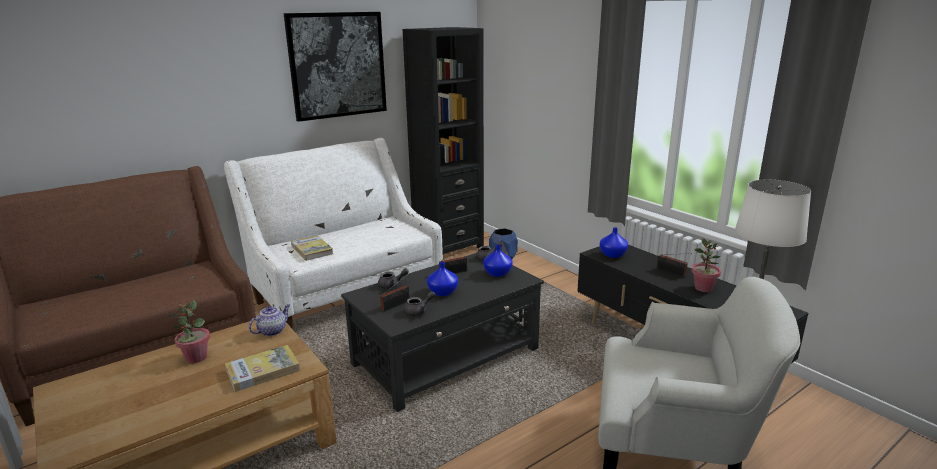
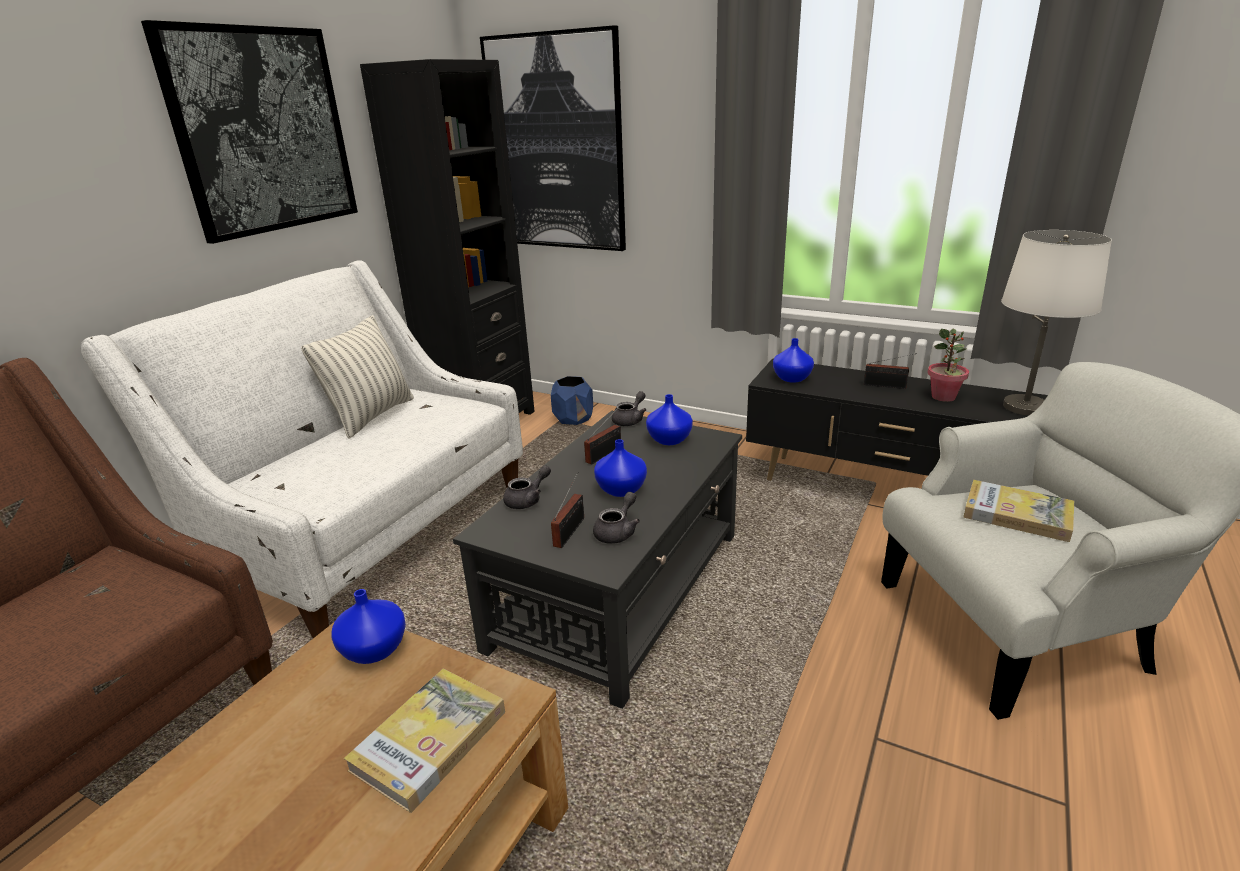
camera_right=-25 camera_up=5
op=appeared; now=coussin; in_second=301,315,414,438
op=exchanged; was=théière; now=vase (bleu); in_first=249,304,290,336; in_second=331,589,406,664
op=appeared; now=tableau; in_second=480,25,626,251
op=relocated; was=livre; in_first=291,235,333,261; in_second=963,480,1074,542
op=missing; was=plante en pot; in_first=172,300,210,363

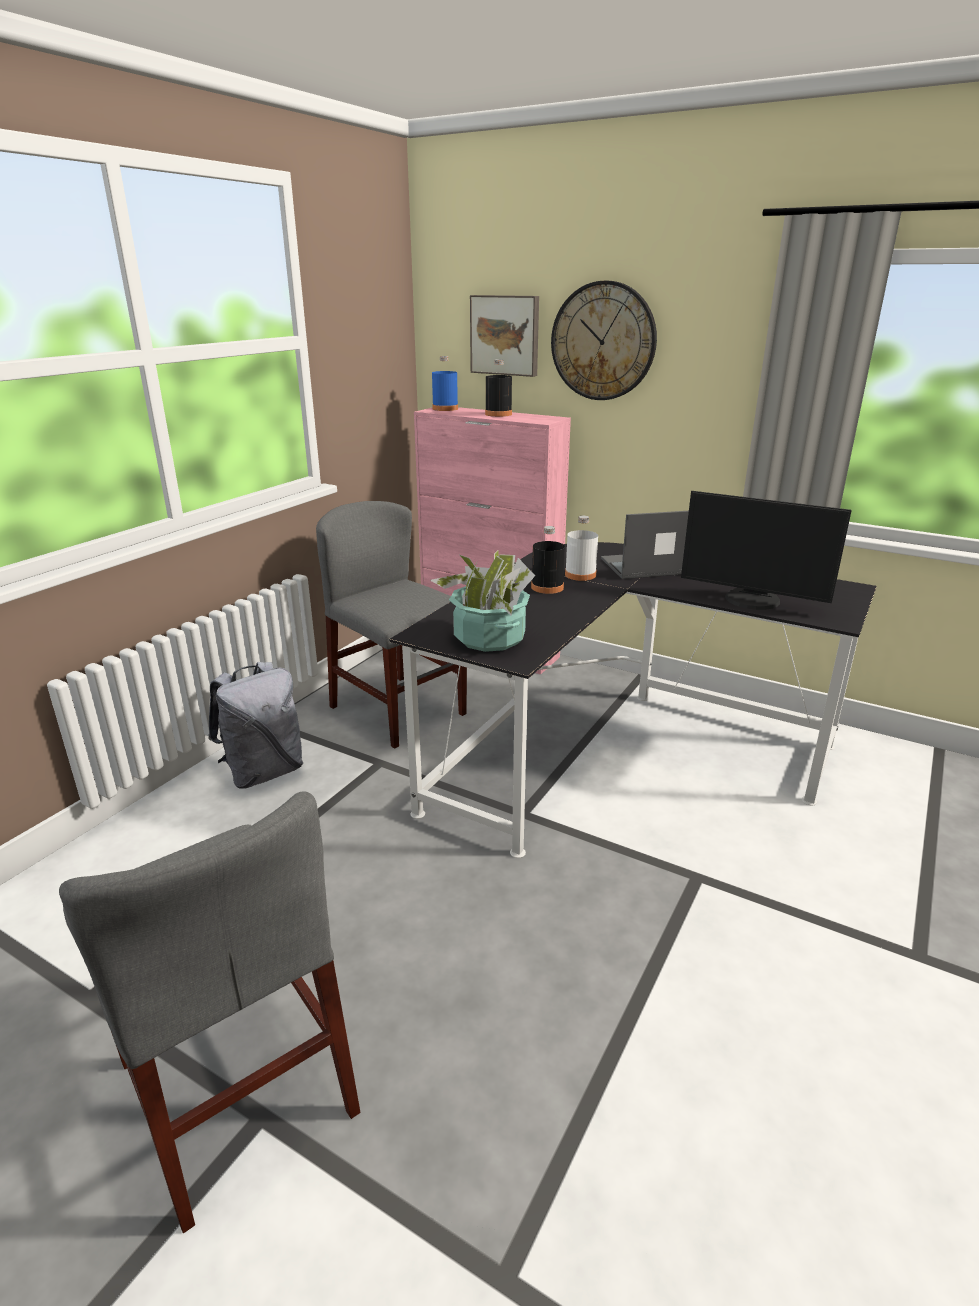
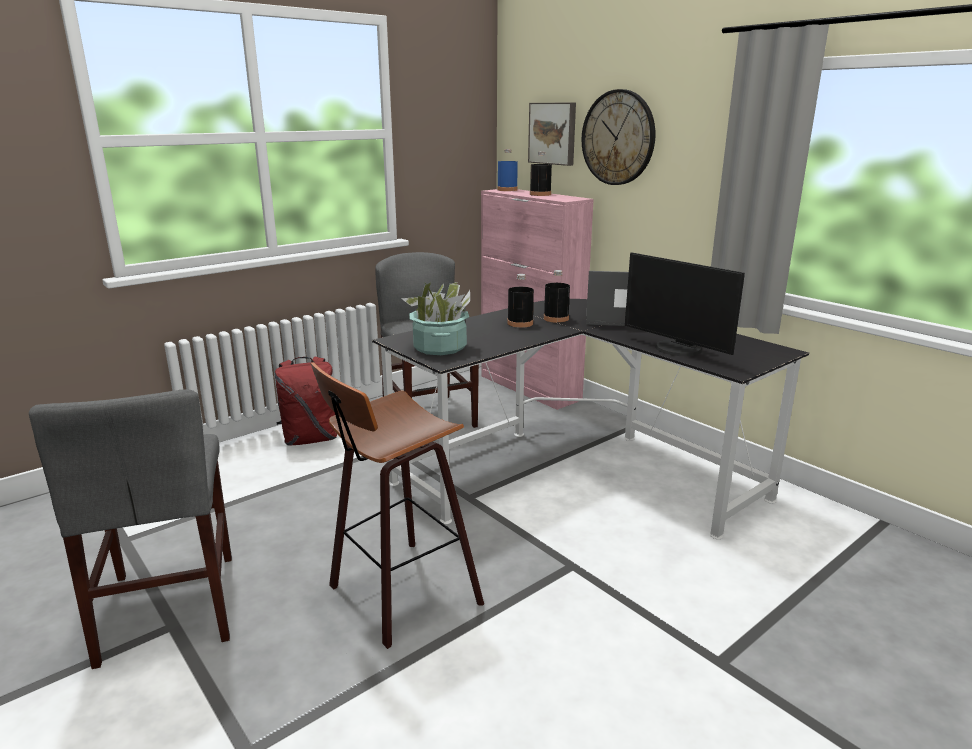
camera_right=20 camera_up=-5
op=colour; was=sac à dos (gris); now=sac à dos (rouge); in_first=208,662,303,789; in_second=275,357,337,446
op=appeared; now=tabouret; in_second=310,362,484,649
op=colour; was=bouteille (blanc); now=bouteille (noir); in_first=565,516,598,581; in_second=544,270,570,323

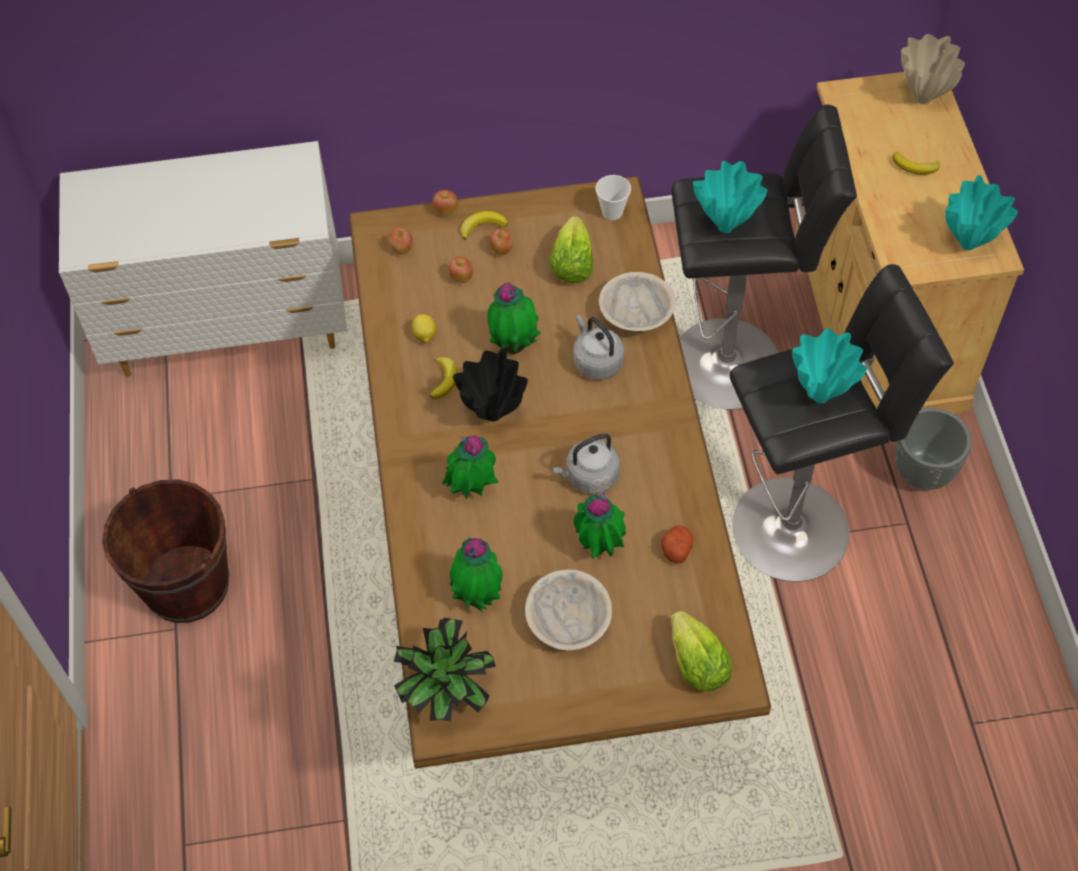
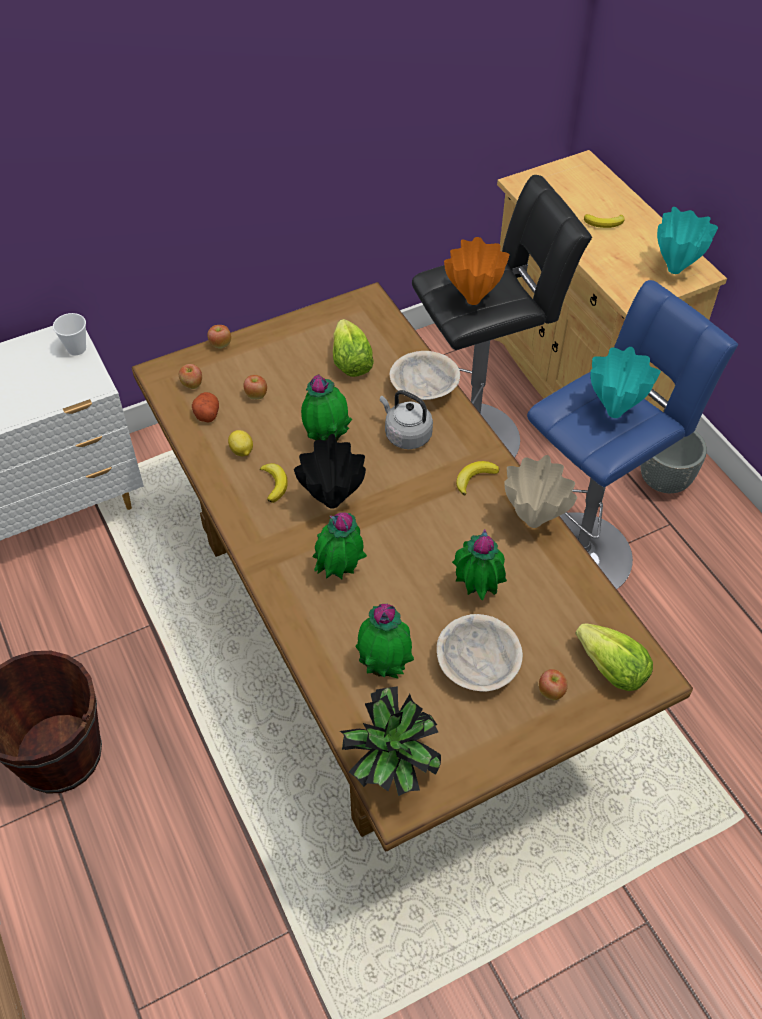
camera_right=-20 camera_up=-5
op=relocated; was=tasse; in_first=595,175,631,220; in_second=53,313,86,355
op=relocated; was=pomme de terre; in_first=661,525,693,564; in_second=192,392,219,422
op=colour; was=vase (turquoise); now=vase (orange); in_first=693,161,768,233; in_second=444,237,510,305
op=relocated; was=banane; in_first=461,211,508,240; in_second=456,461,499,496
op=relocated; was=vase (beige); in_first=901,34,965,104; in_second=504,455,577,528
op=colour; was=tabouret (noir); now=tabouret (bleu); in_first=730,264,954,582; in_second=527,280,738,589
op=relocated; was=pomme; in_first=489,228,513,256; in_second=539,669,568,700
op=missing; was=bouilloire (gris); in_first=552,433,620,494

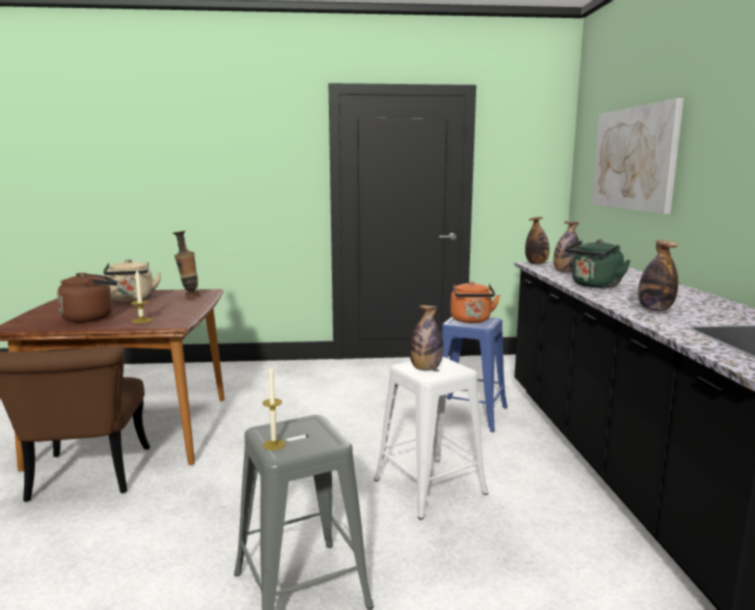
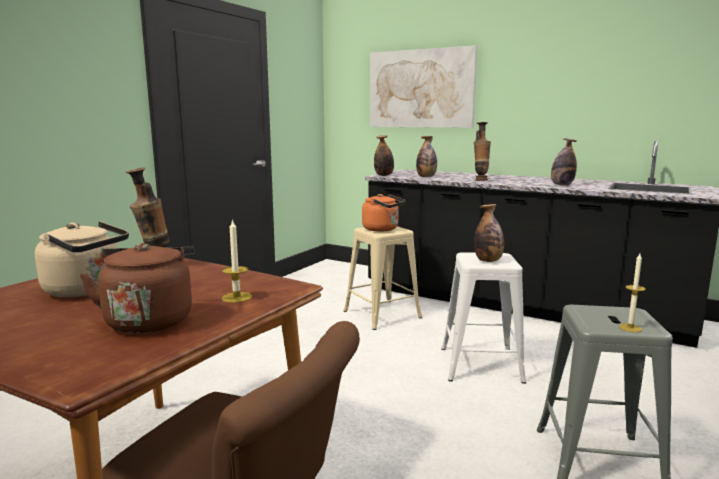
camera_right=-55 camera_up=0
op=colour; was=tabouret (bleu); now=tabouret (beige); in_first=441,317,507,432; in_second=344,226,422,330
op=exchanged; was=bouilloire (vert); now=vase; in_first=565,239,631,288; in_second=474,122,491,181

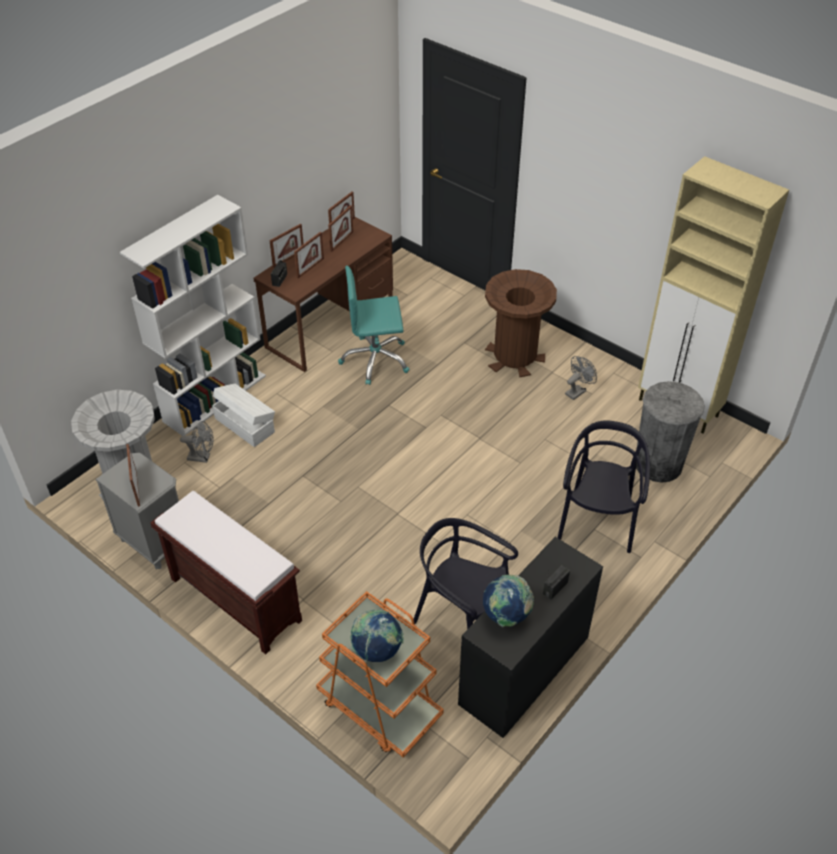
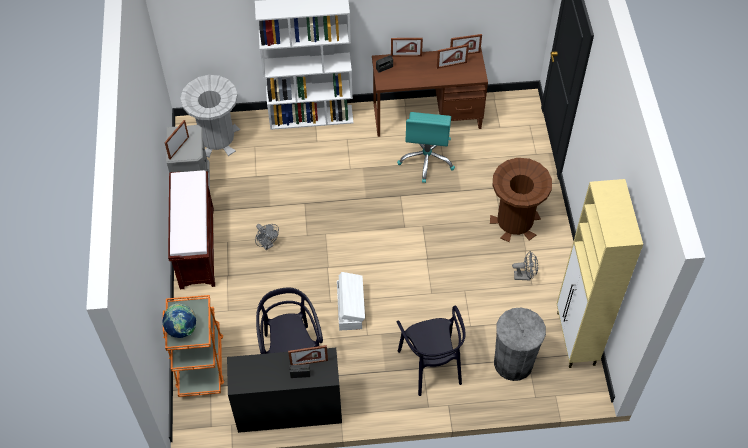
camera_right=45 camera_up=10
op=relocated; was=ventilateur (gris); in_first=180,421,213,463; in_second=255,224,279,250
op=relocated; was=cadre photo; in_first=294,232,324,279; in_second=288,345,328,365
op=relocated; was=boîte de rangement (blanc); in_first=212,384,275,447; in_second=337,272,365,330
op=spun; was=chaise de bureau (turquoise); in_first=338,266,410,385; in_second=397,112,455,183; clockwise=-120
op=spun; was=chaise (noir); in_first=557,420,650,553; in_second=397,306,466,396; clockwise=105
op=missing; was=globe; in_first=483,575,534,627

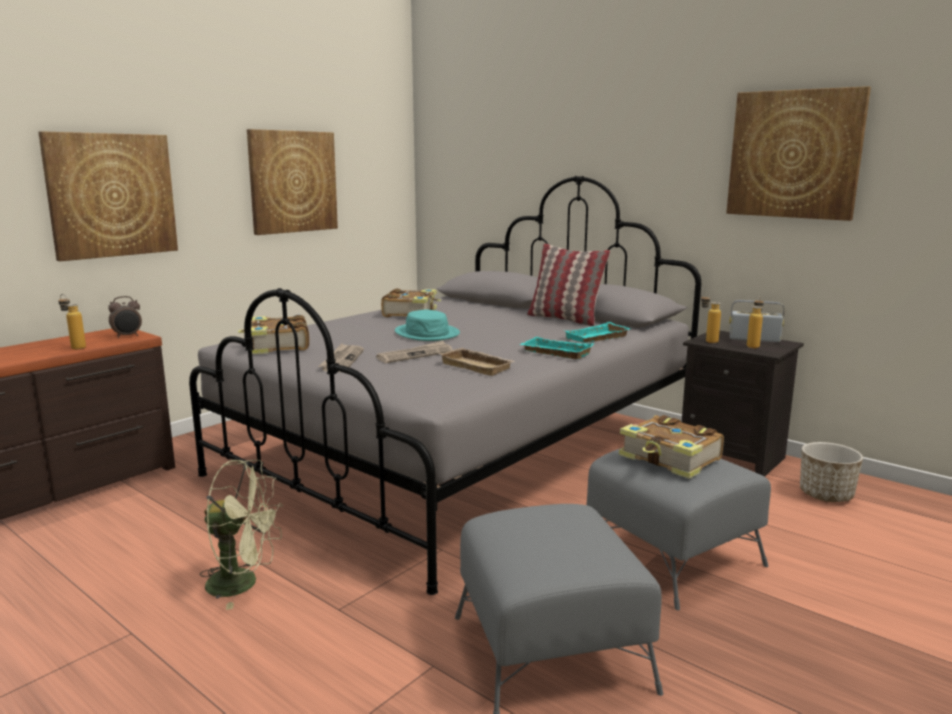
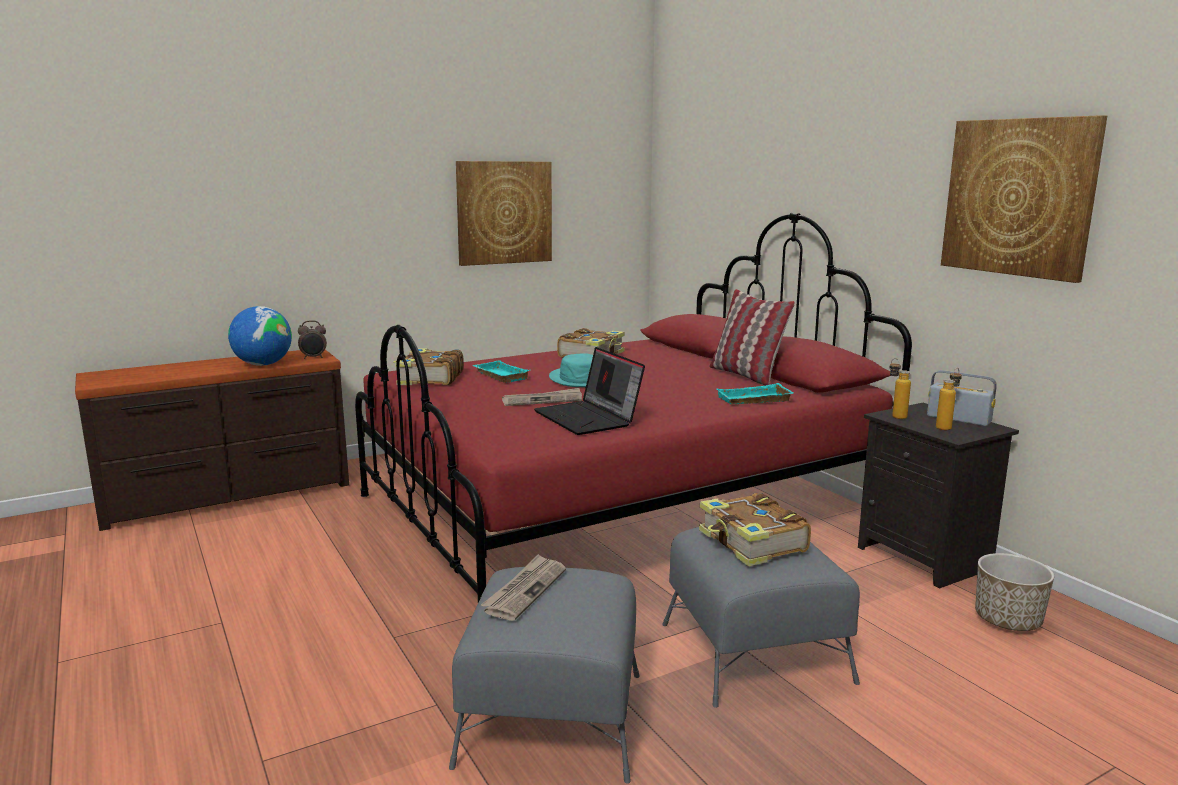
camera_right=20 camera_up=0
op=exchanged; was=bouteille; now=globe; in_first=58,294,86,350; in_second=228,306,292,366
op=colour; was=lit (gris); now=lit (rouge); in_first=189,176,701,595; in_second=355,213,912,602
op=relocated; was=plateau (turquoise); in_first=519,337,594,359; in_second=473,360,529,383
op=relocated; was=journal; in_first=318,343,364,372; in_second=481,554,566,621
op=exchanged; was=plateau (beige); now=ordinateur portable; in_first=438,348,516,376; in_second=534,347,645,435
op=missing; was=tableau; in_first=38,131,178,261
op=missing; was=ventilateur (vert); in_first=200,460,283,610

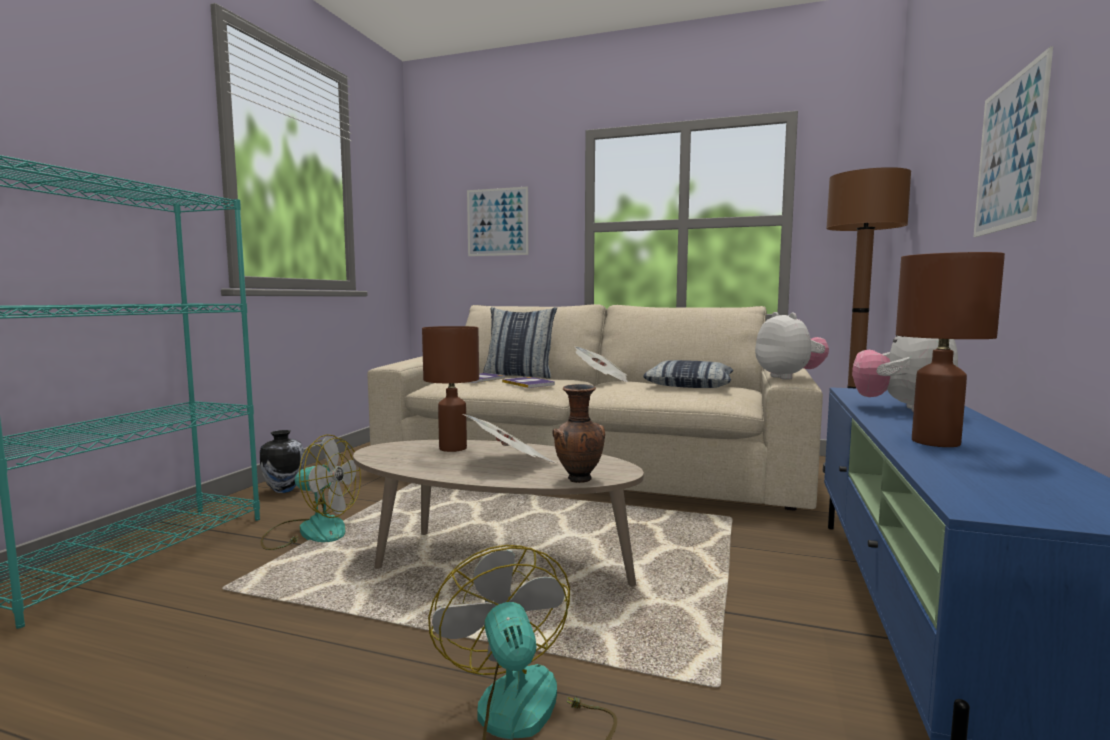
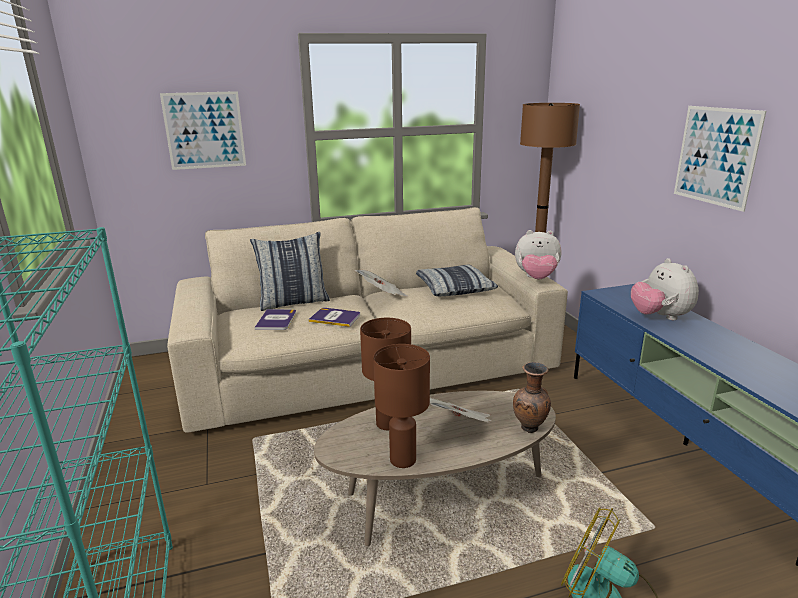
camera_right=-35 camera_up=15
op=relocated; was=lampe de table (marron); in_first=896,252,1005,447; in_second=373,344,430,468
op=spun; was=peluche; in_first=755,312,829,380; in_second=515,230,561,279; clockwise=150
op=missing; was=vase; in_first=260,430,304,493
op=missing; was=ventilateur; in_first=261,434,361,550

